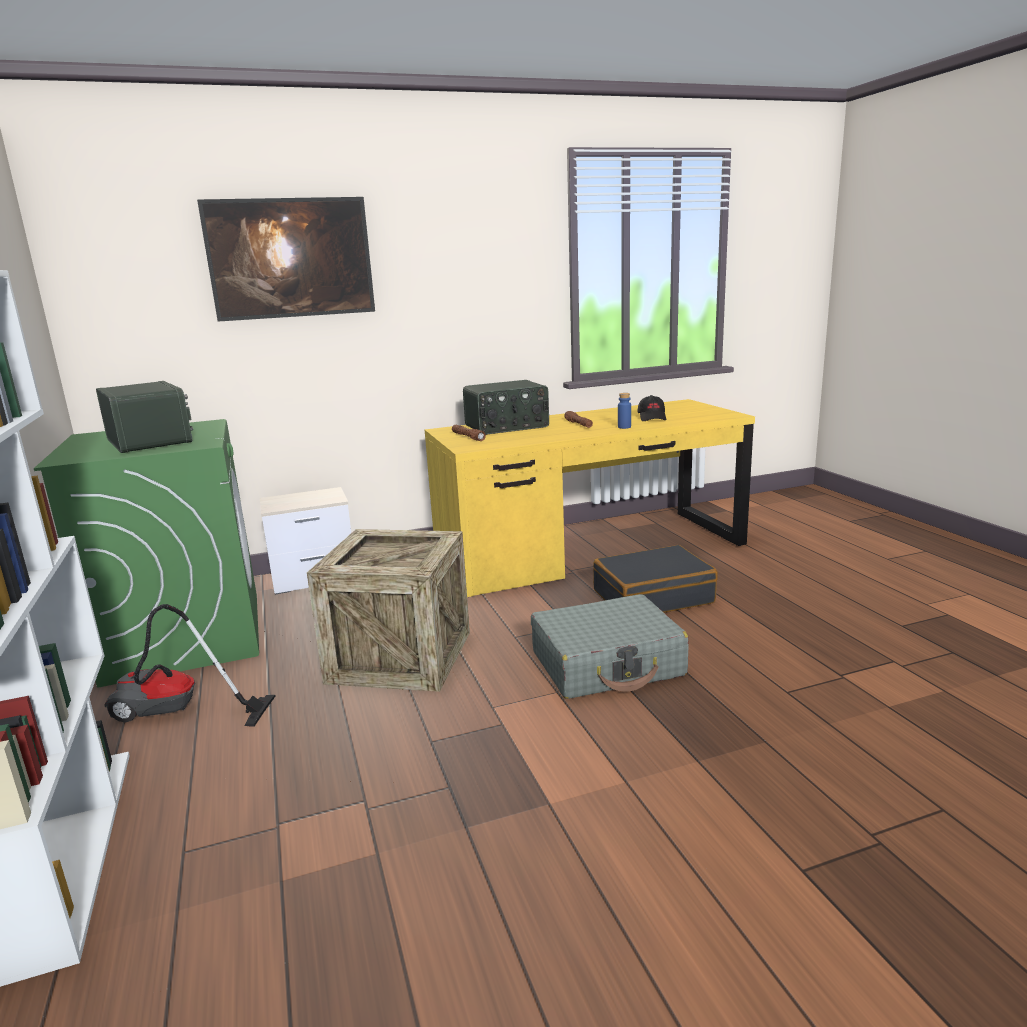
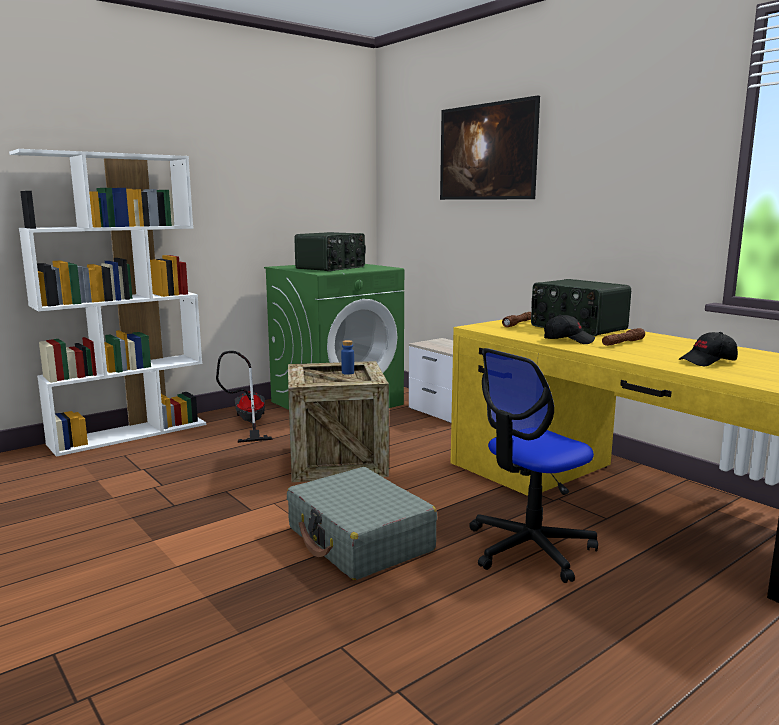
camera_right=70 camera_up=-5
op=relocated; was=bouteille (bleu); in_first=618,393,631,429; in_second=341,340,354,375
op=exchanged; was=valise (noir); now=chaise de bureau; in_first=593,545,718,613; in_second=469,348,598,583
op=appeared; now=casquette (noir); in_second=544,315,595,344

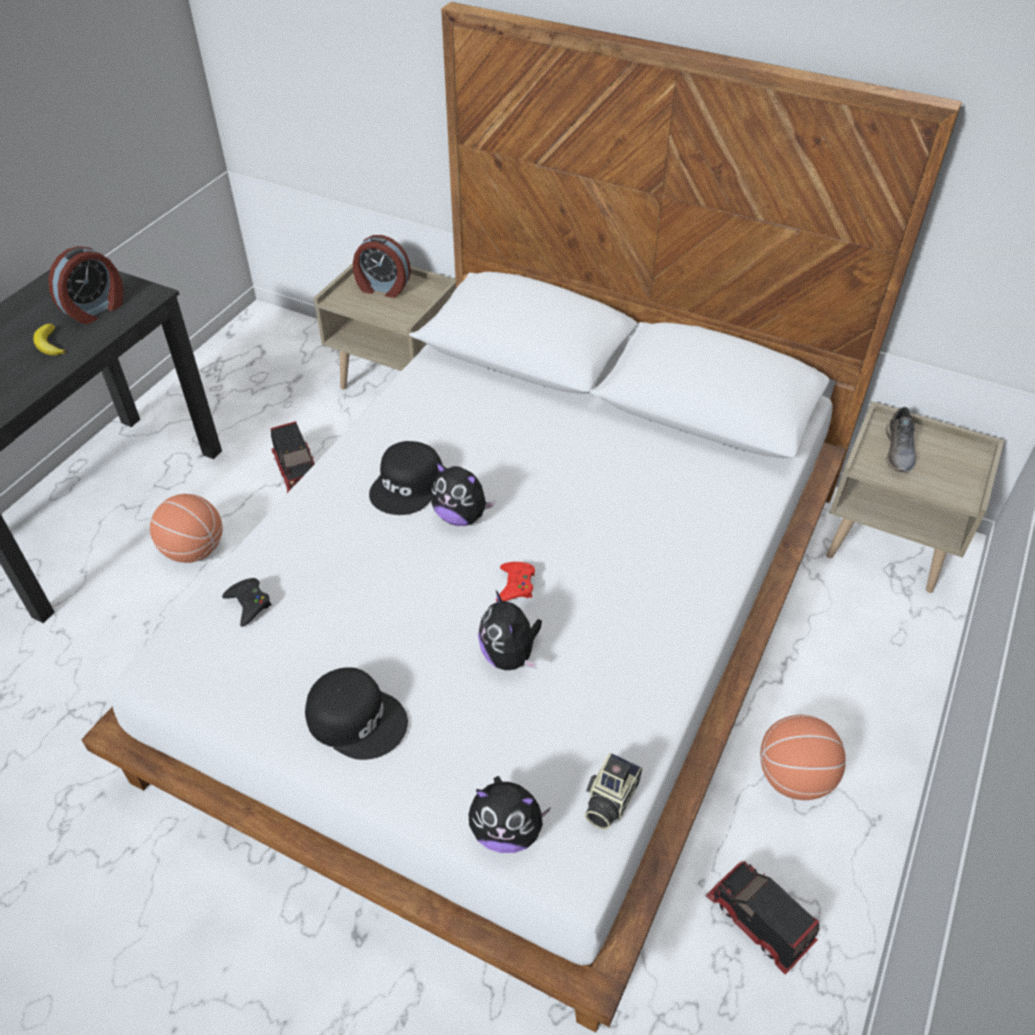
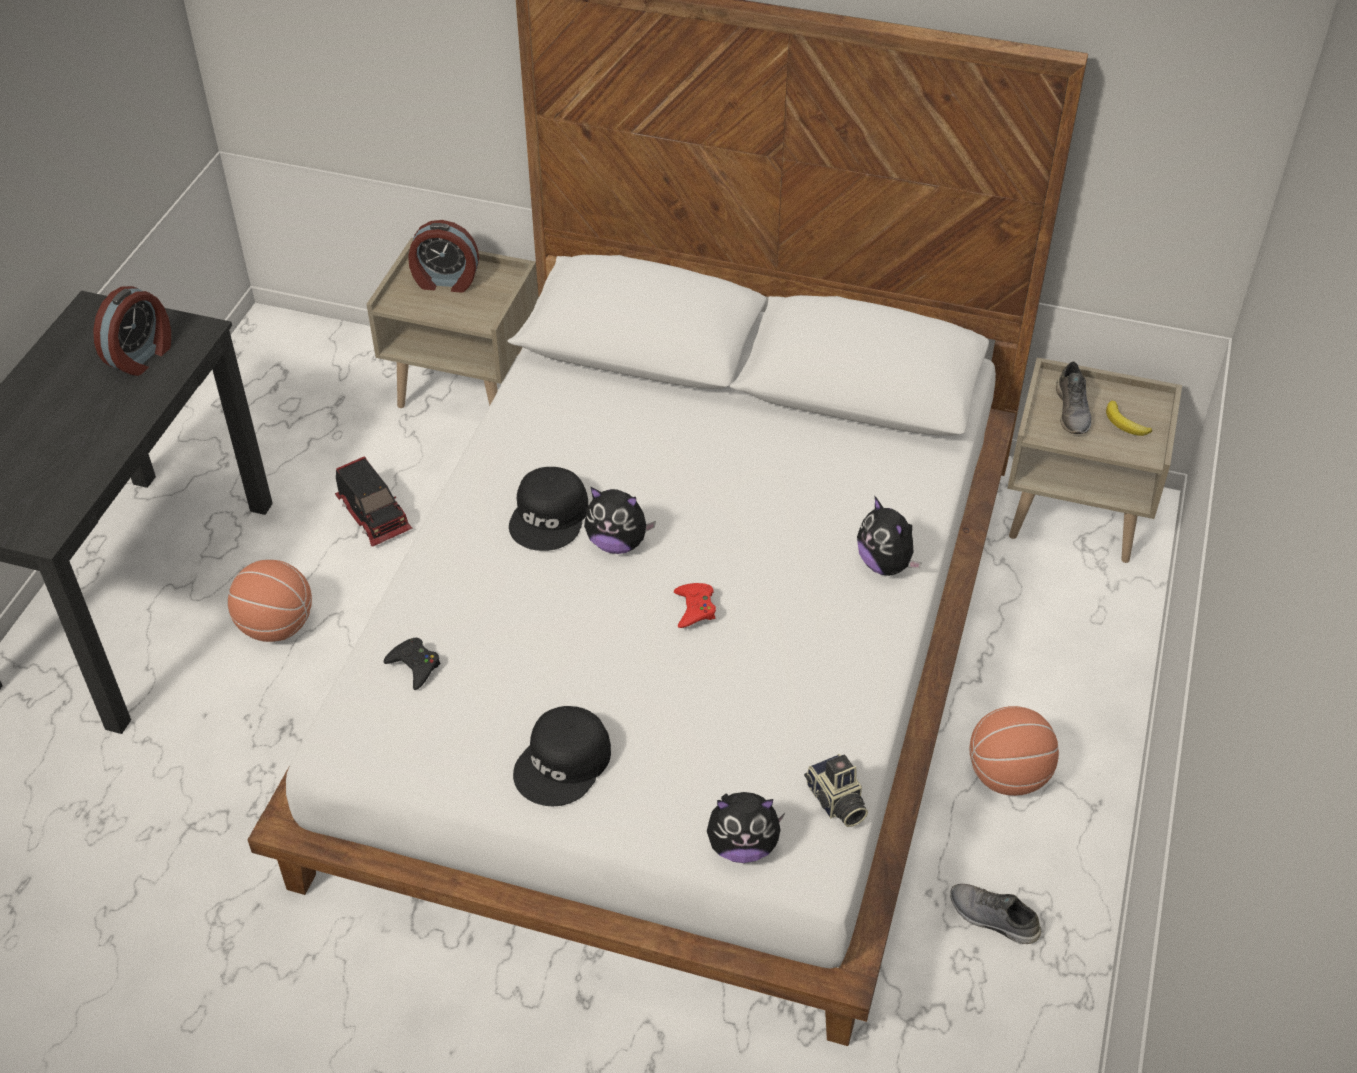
camera_right=-10 camera_up=0
op=spun; was=casquette (noir); in_first=305,667,408,760; in_second=513,706,611,806; clockwise=105
op=spun; was=appareil photo; in_first=585,753,642,830; in_second=804,754,868,827; clockwise=-45
op=relocated; was=peluche; in_first=478,589,542,670; in_second=857,497,922,576
op=exchanged; was=camion jouet; now=chaussure (gris); in_first=705,861,819,975; in_second=950,884,1041,944
op=relocated; was=banane; in_first=33,324,66,356; in_second=1106,401,1152,436

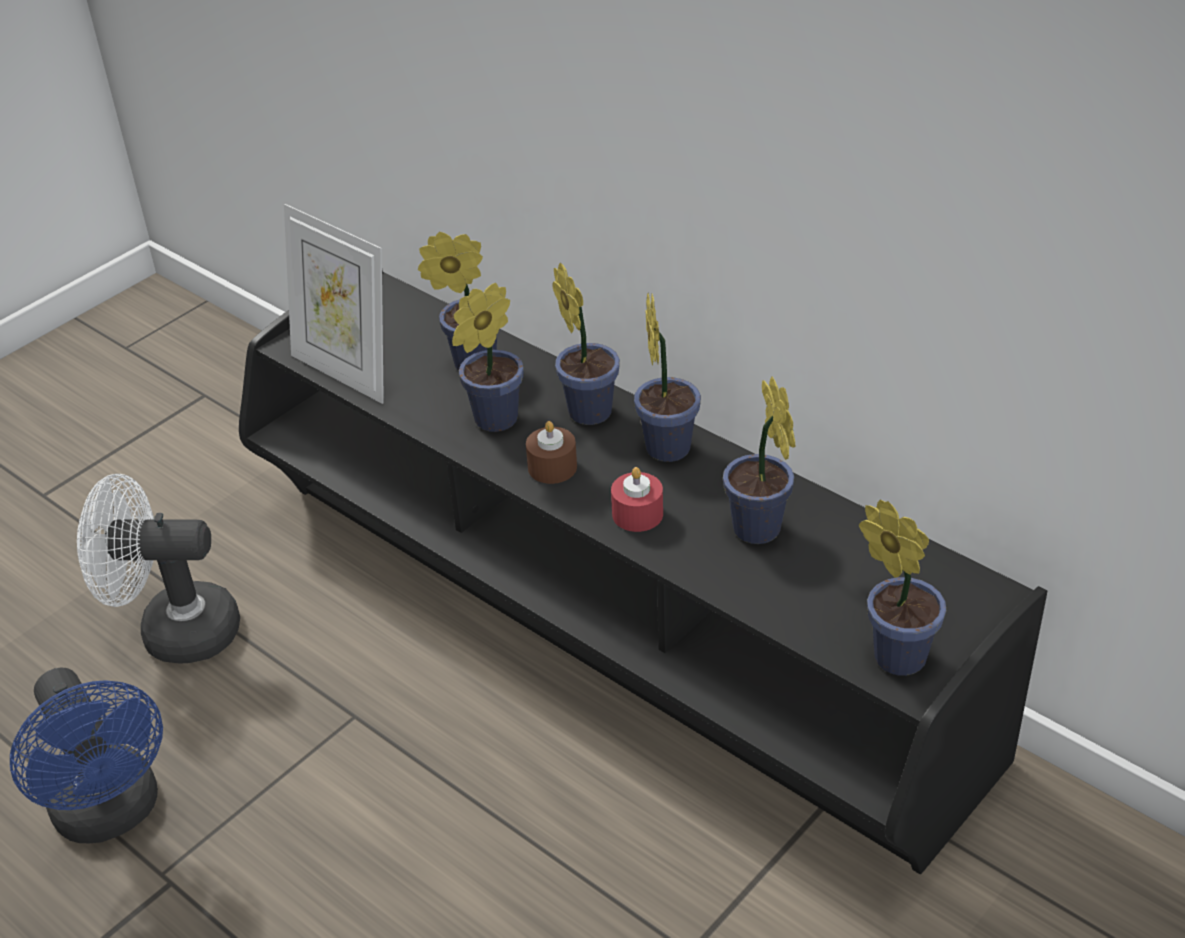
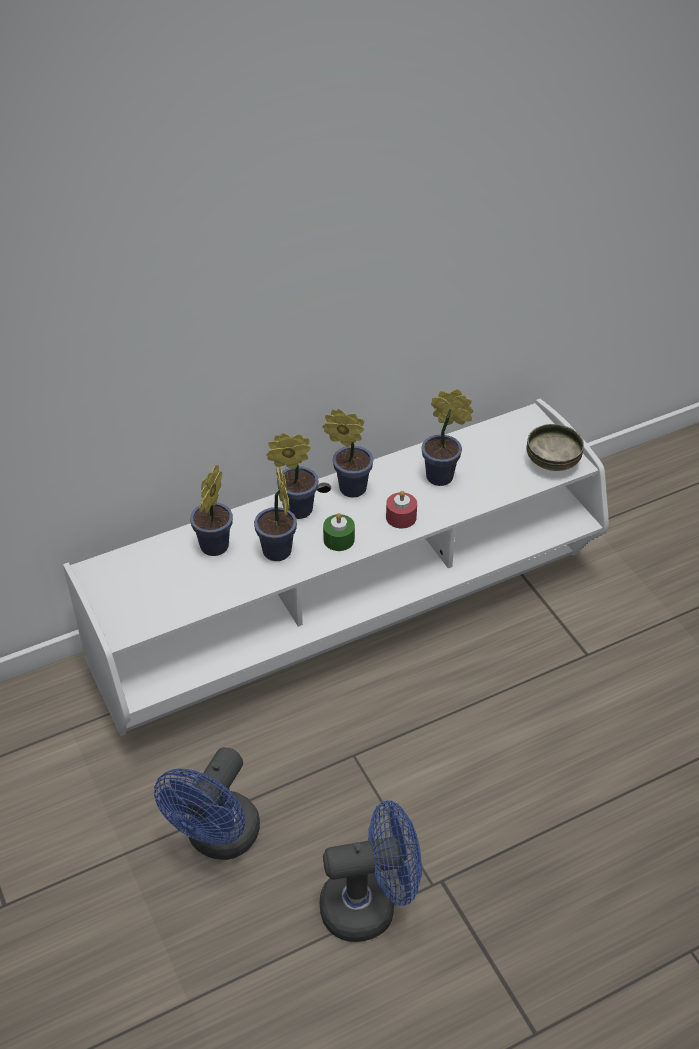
camera_right=-70 camera_up=5
op=colour; was=meuble télé (noir); now=meuble télé (blanc); in_first=239,271,1047,874; in_second=63,399,609,736
op=colour; was=ventilateur (blanc); now=ventilateur (bleu); in_first=77,474,240,664; in_second=154,747,260,860
op=colour; was=bougie (marron); now=bougie (vert); in_first=526,421,577,484; in_second=323,513,355,551
op=exchanged; was=plante en pot; now=bol; in_first=859,499,946,676; in_second=526,424,584,471
op=missing; was=cadre photo; in_first=284,204,384,404

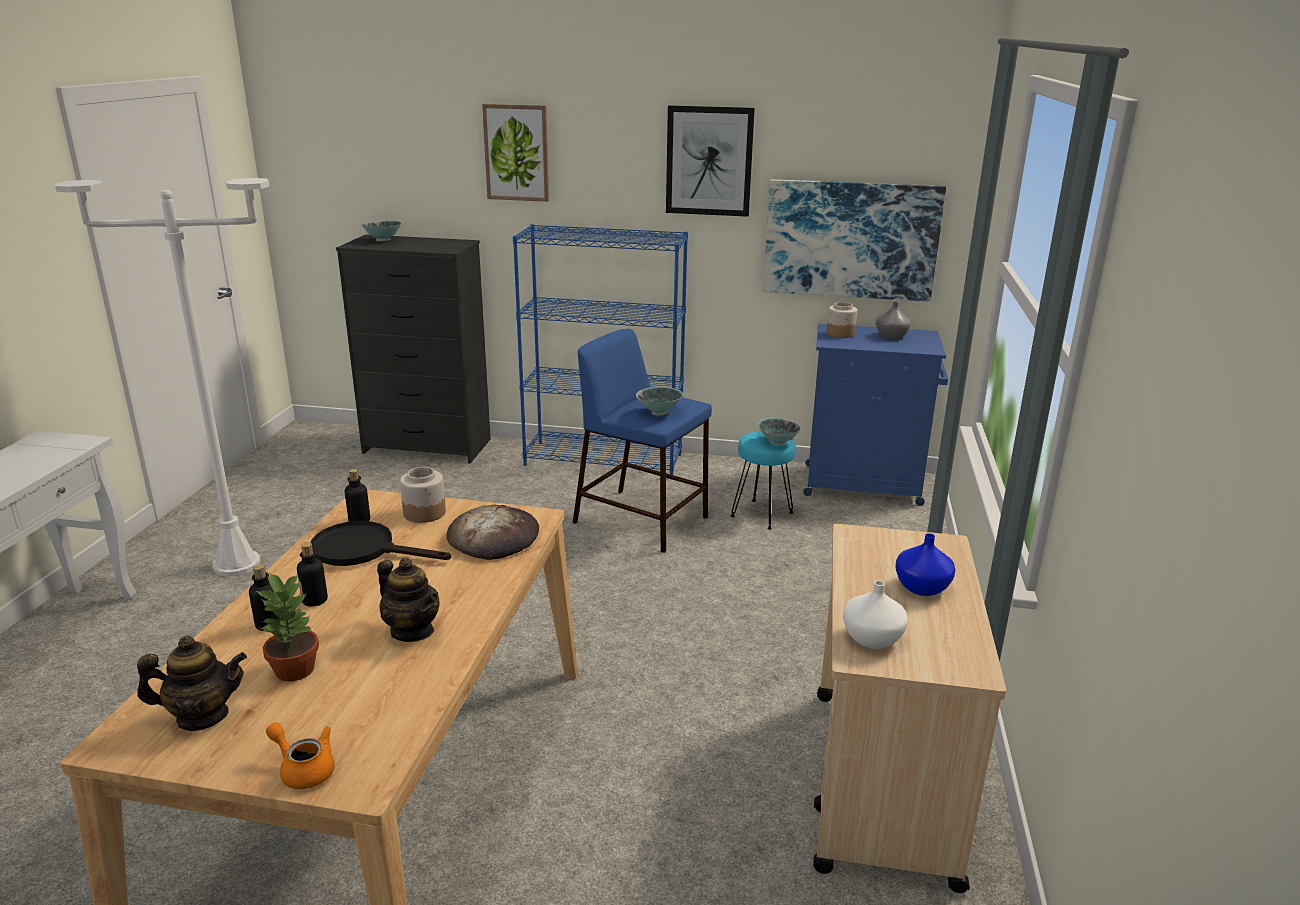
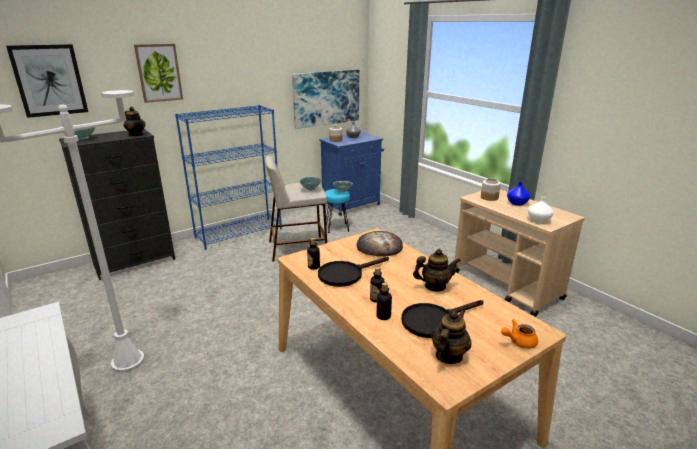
camera_right=-45 camera_up=0
op=relocated; was=tableau; in_first=666,105,755,217; in_second=6,44,88,118
op=appeared; now=théière; in_second=123,107,145,136
op=colour; was=tabouret (bleu); now=tabouret (beige); in_first=572,329,712,553; in_second=265,155,327,261
op=exchanged; was=plante en pot; now=poêle (noir); in_first=257,573,319,682; in_second=401,300,483,338
op=relocated; was=bocal; in_first=400,467,446,523; in_second=481,178,501,201

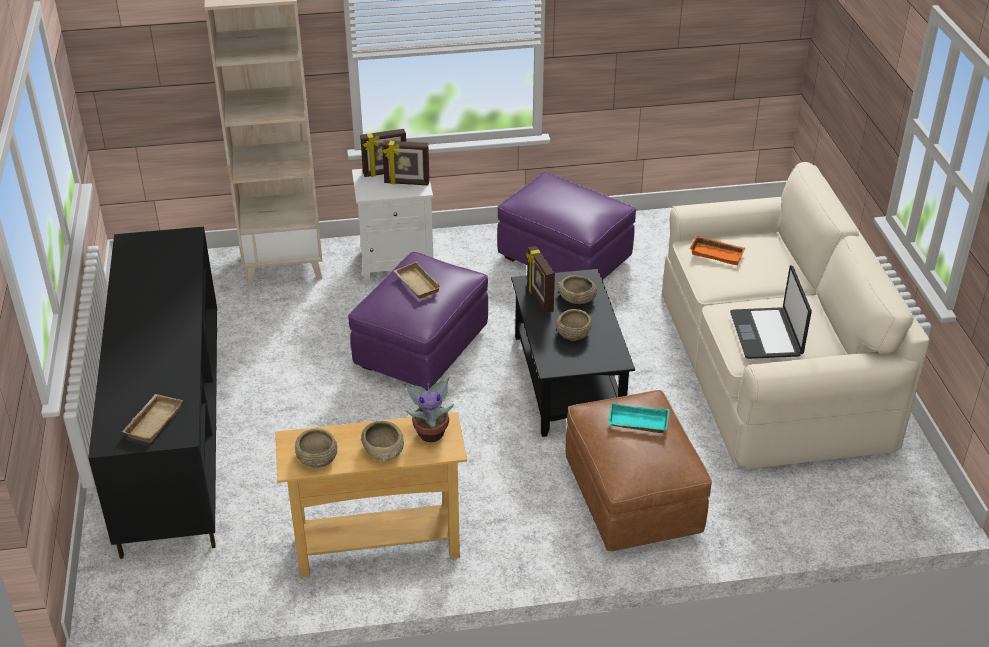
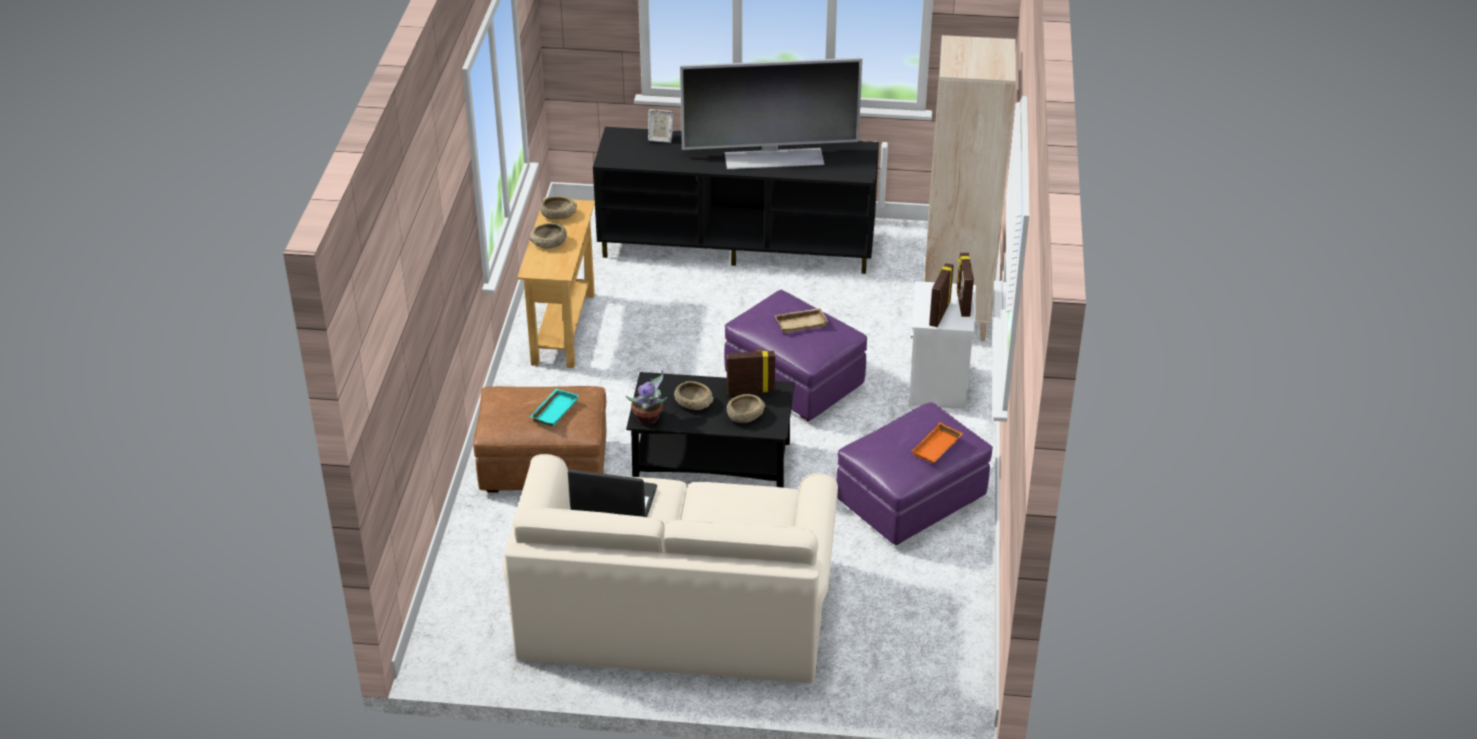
camera_right=105 camera_up=0
op=relocated; was=plante en pot; in_first=404,377,454,442; in_second=626,370,667,424
op=appeared; now=cadre photo; in_second=648,109,674,143
op=appeared; now=téléviseur; in_second=680,58,862,169
op=relocated; was=plateau (orange); in_first=690,236,746,265; in_second=911,422,963,463
op=missing; was=plateau (beige); in_first=122,394,183,443

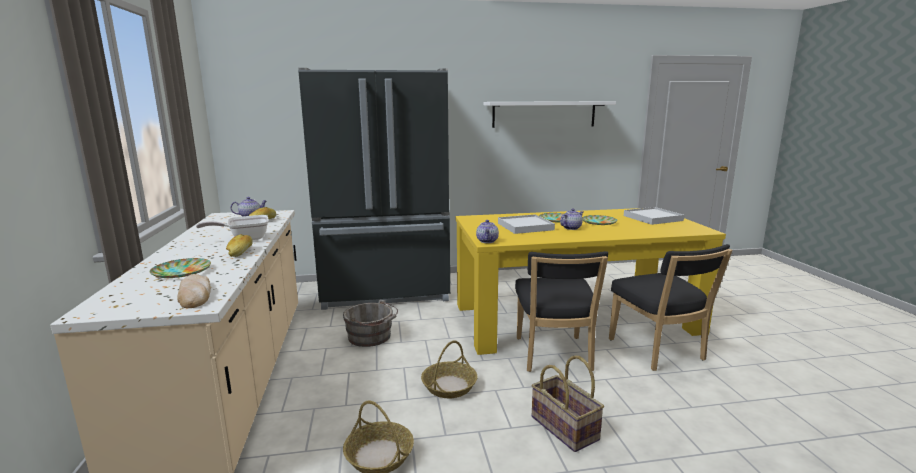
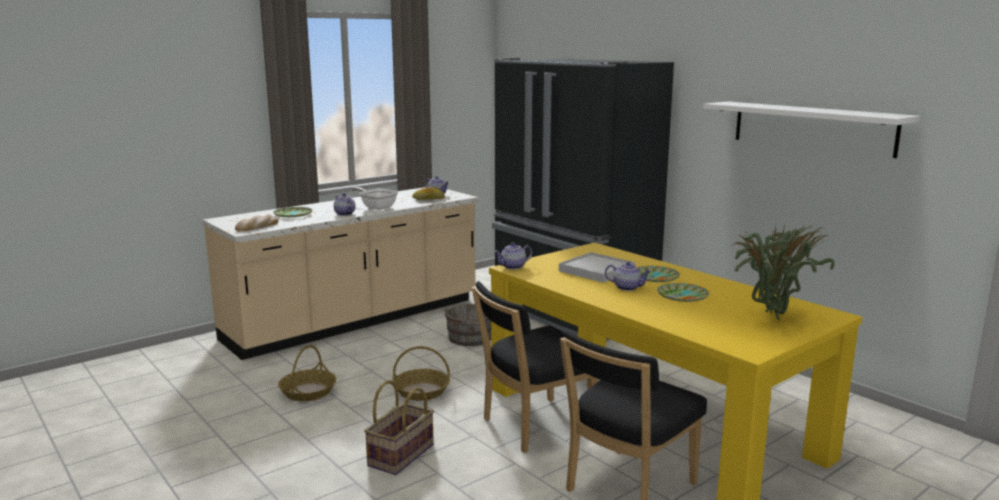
camera_right=60 camera_up=0
op=exchanged; was=pain; now=théière; in_first=226,234,253,257; in_second=334,193,355,216
op=exchanged; was=plateau (blanc); now=plante en pot; in_first=624,207,684,225; in_second=734,224,835,320

